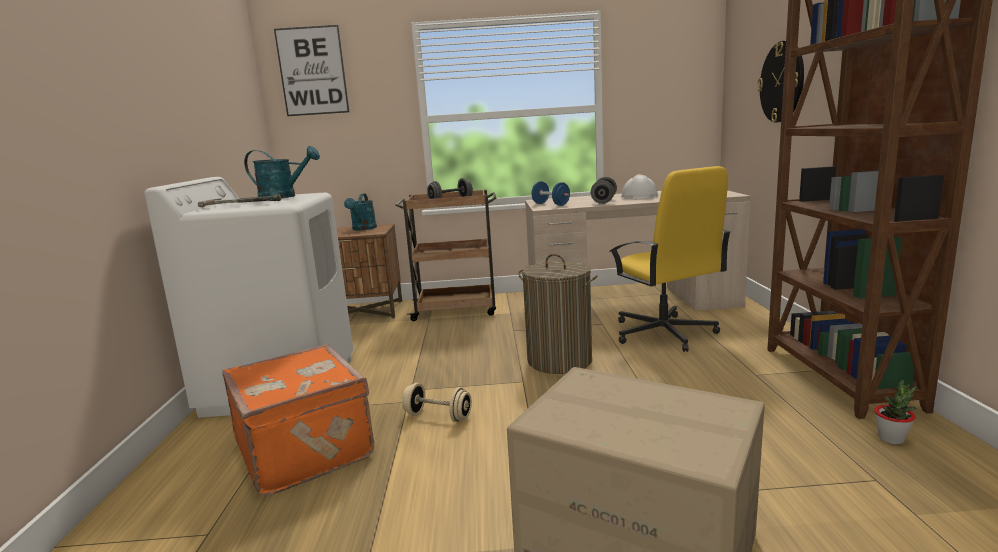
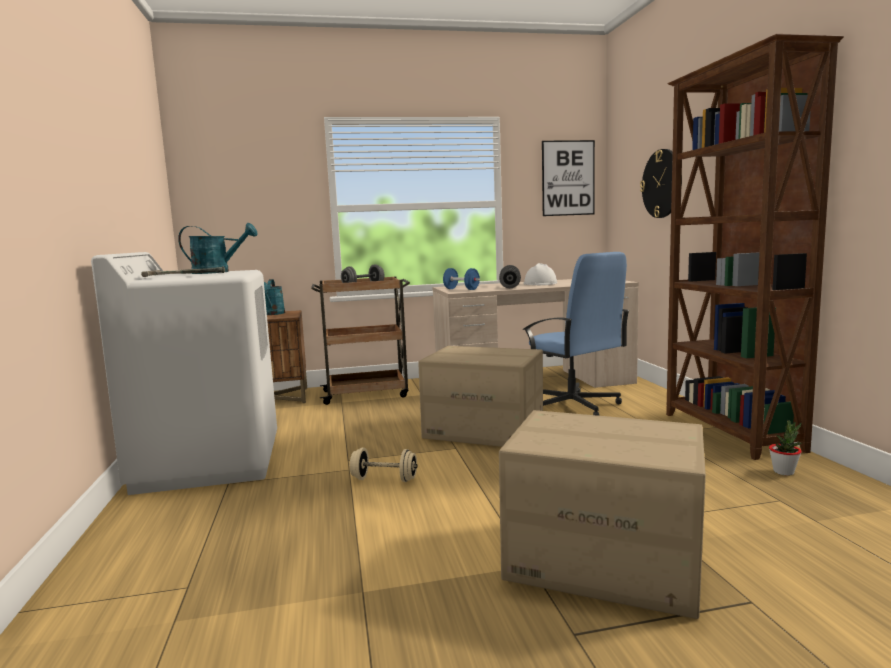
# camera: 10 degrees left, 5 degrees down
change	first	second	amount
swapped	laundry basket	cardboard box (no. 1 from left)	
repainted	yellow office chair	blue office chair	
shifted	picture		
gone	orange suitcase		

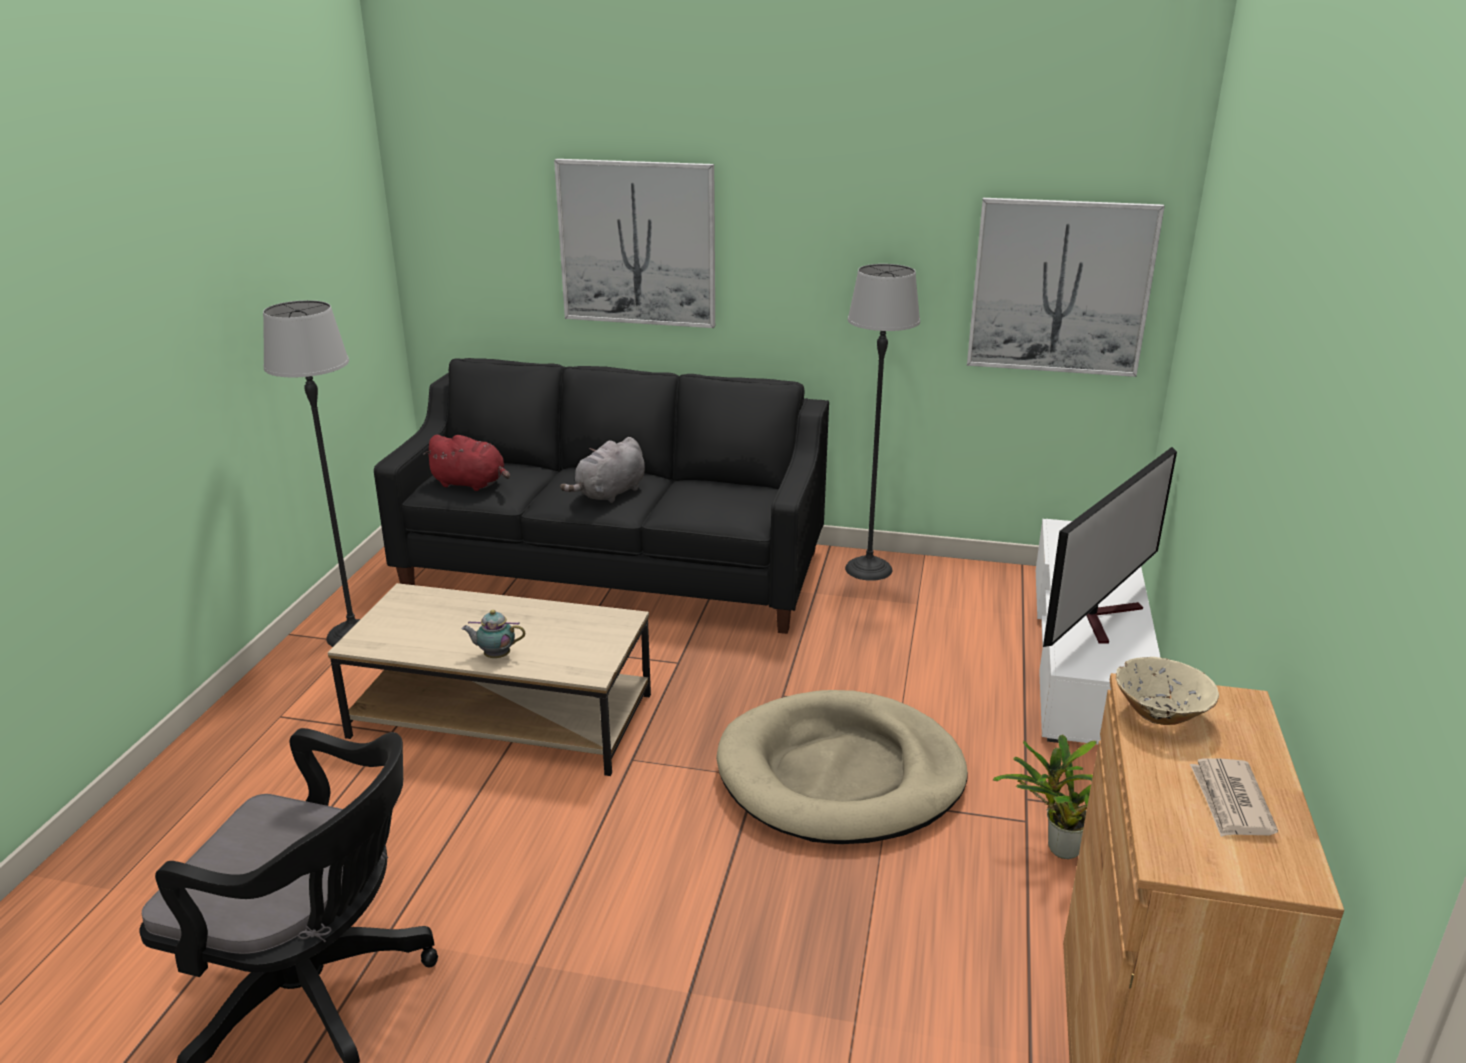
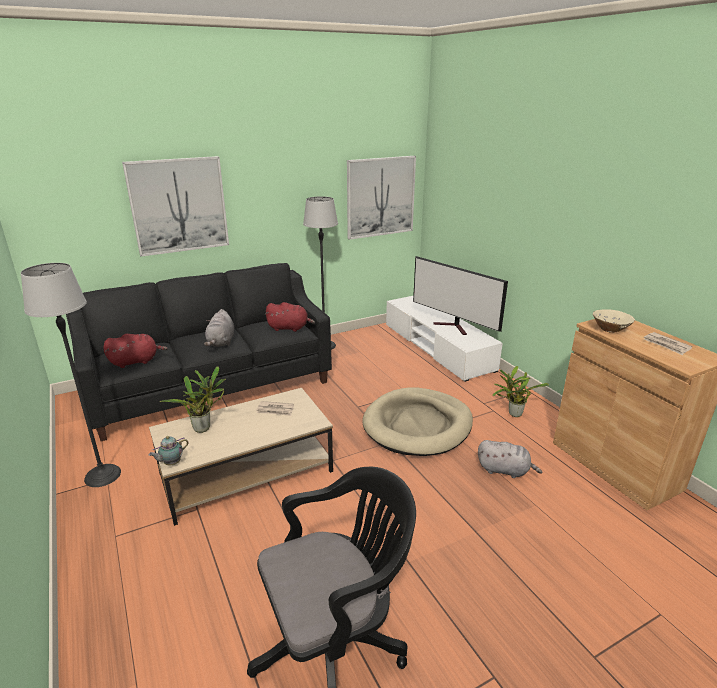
# camera: 40 degrees left, 0 degrees up
change	first	second	amount
shifted	teapot		
new		potted plant (no. 1 from left)	
new		newspaper (no. 1 from left)	
new		red plush toy (no. 2 from left)	
rotated	television		135 degrees clockwise
new		grey plush toy (no. 2 from left)	

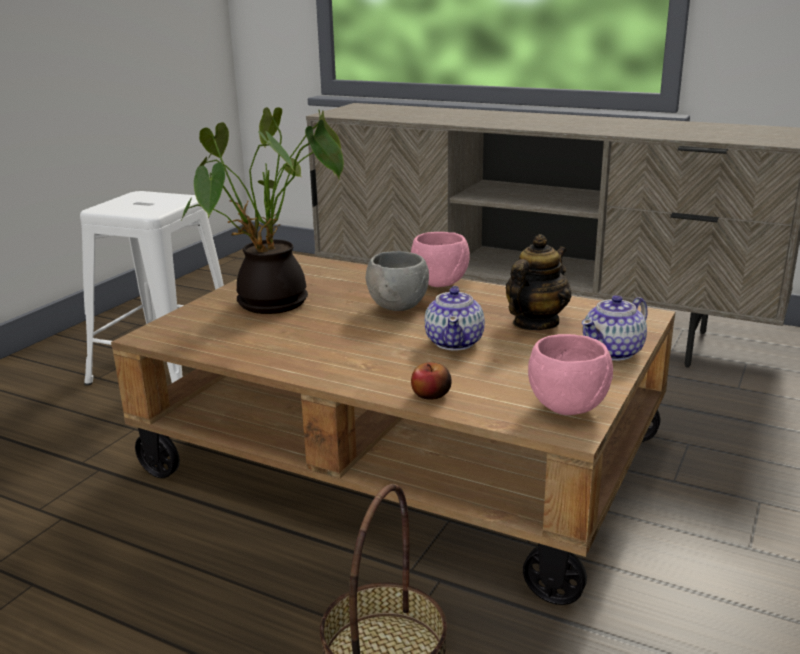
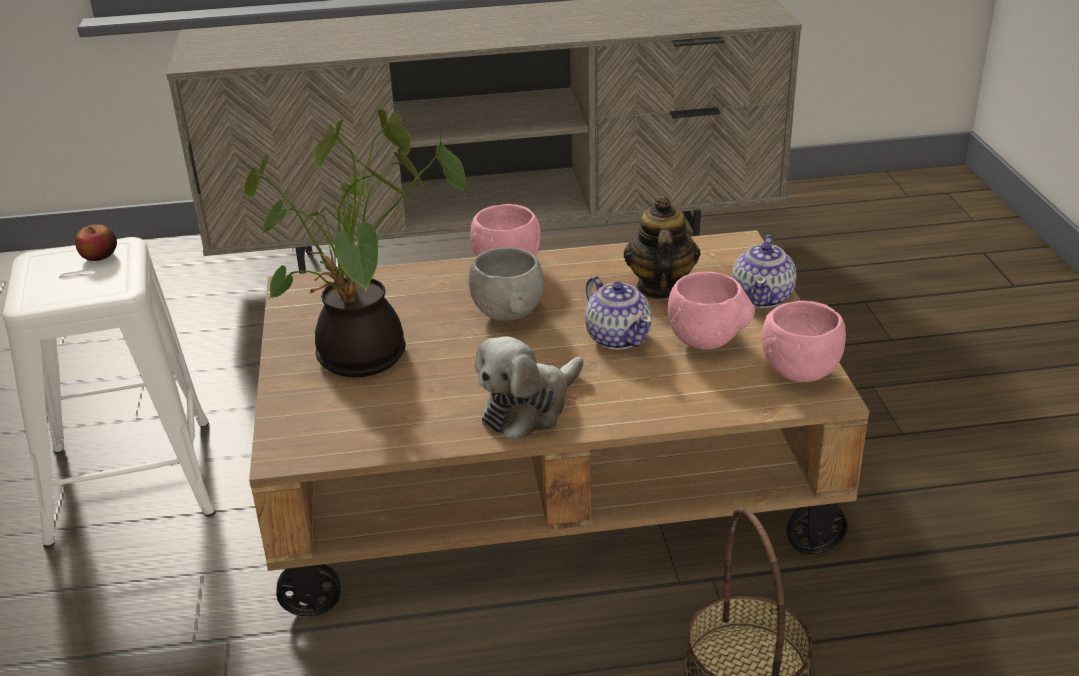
# camera: 35 degrees left, 10 degrees up
change	first	second	amount
shifted	apple		
new		plush toy	
new		pink bowl (no. 2 from left)	

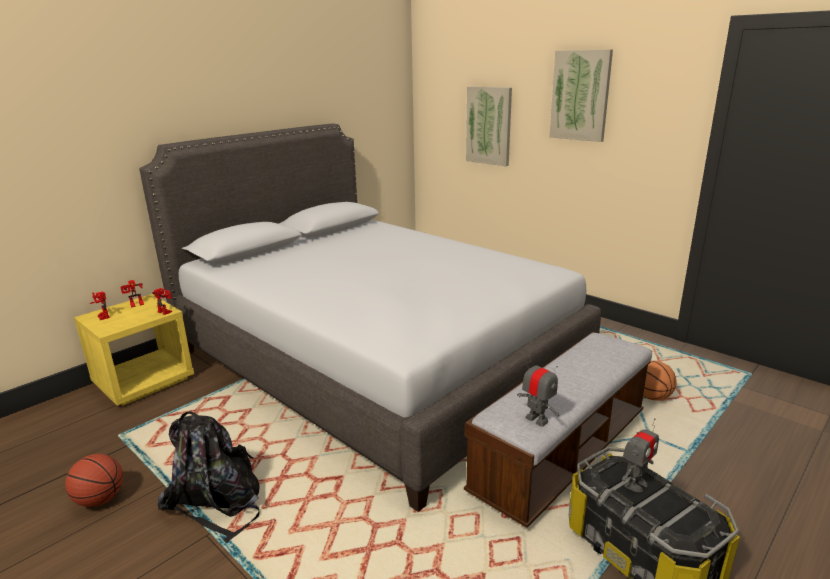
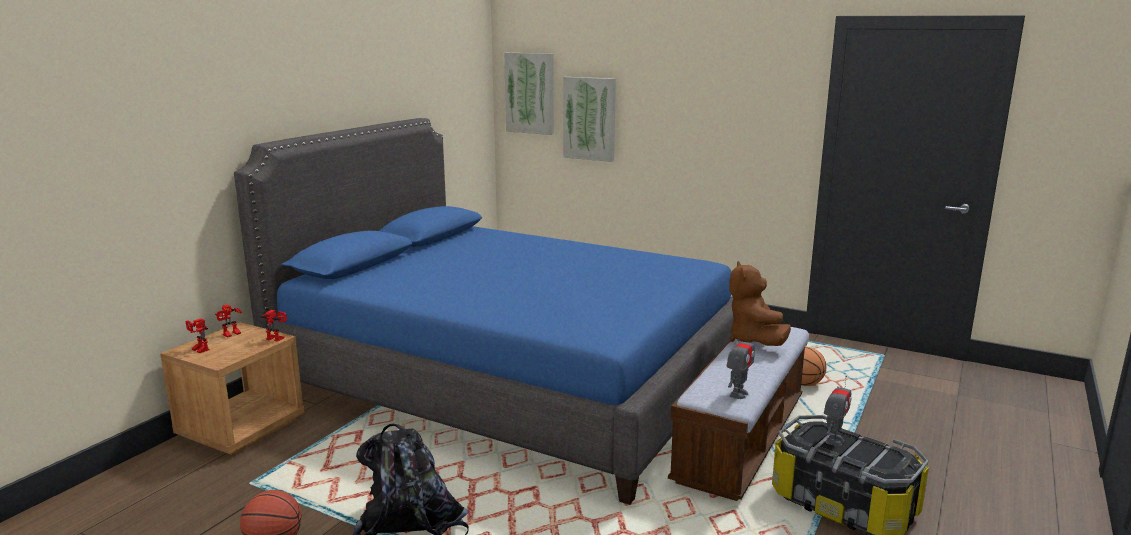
# camera: 15 degrees left, 5 degrees down
change	first	second	amount
repainted	yellow nightstand	brown nightstand	
repainted	grey bed	blue bed	
shifted	picture (no. 2 from left in the first image)	picture (no. 1 from left)	
rotated	toy robot (no. 4 from left)		90 degrees clockwise
new		brown plush toy	

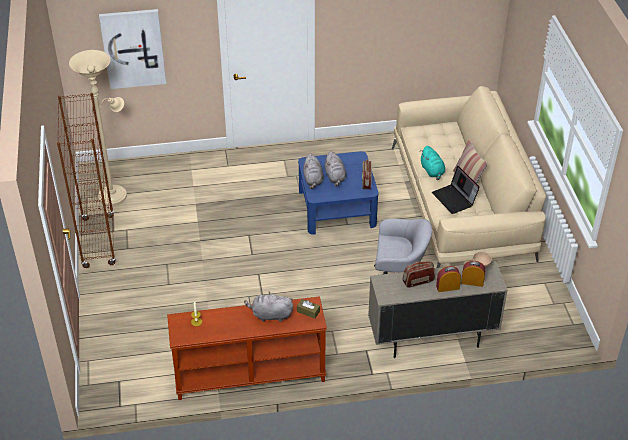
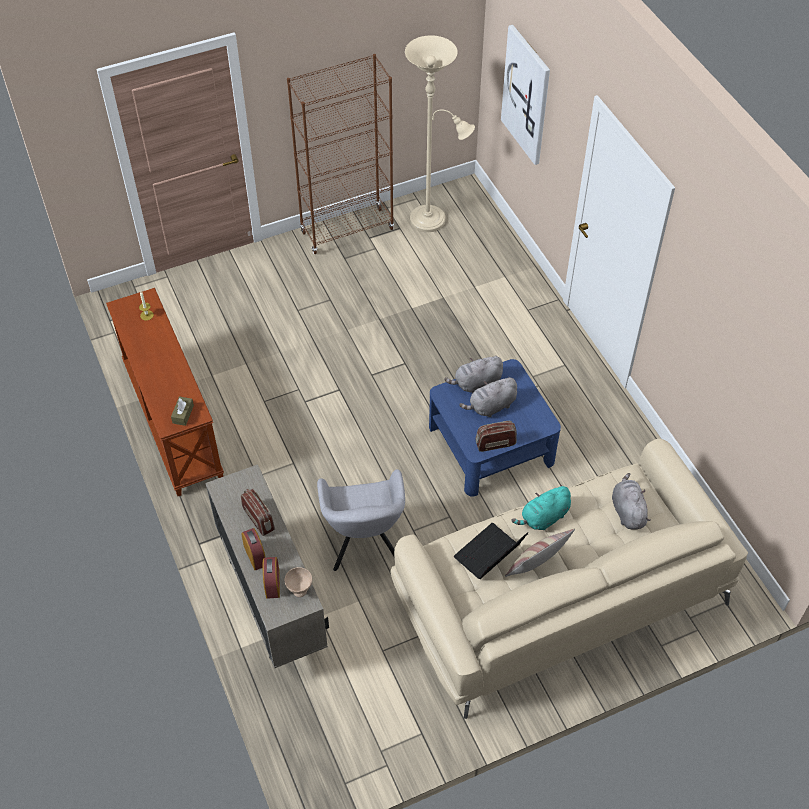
# camera: 75 degrees right, 10 degrees up
change	first	second	amount
shifted	grey plush toy (no. 1 from left in the first image)	grey plush toy (no. 3 from left)	

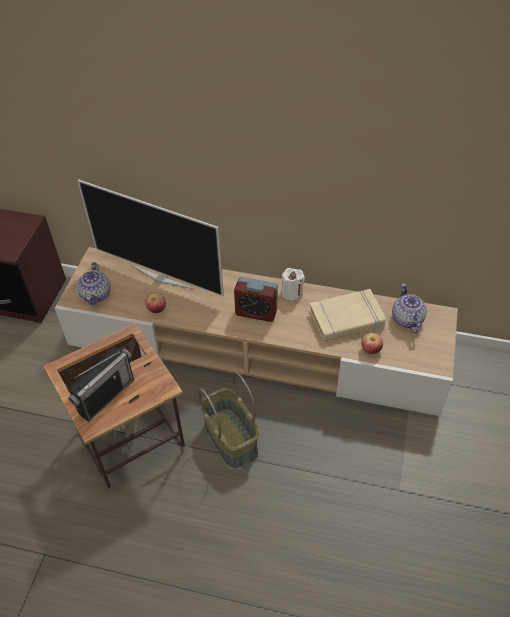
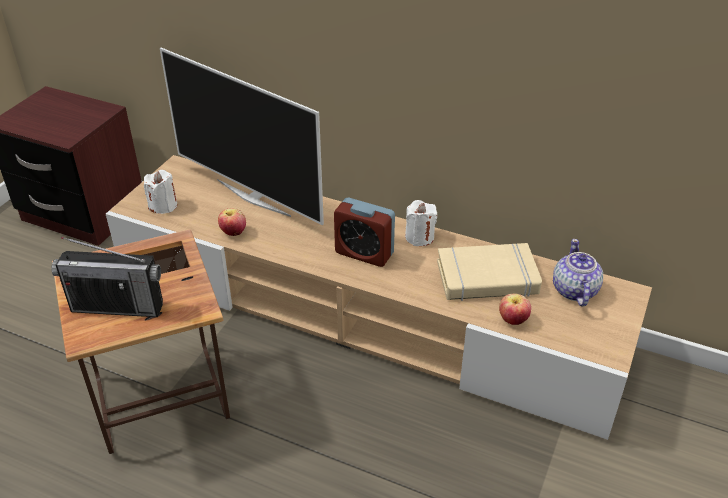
# camera: 10 degrees right, 10 degrees down
change	first	second	amount
rotated	radio		45 degrees clockwise
swapped	teapot (no. 1 from left)	white candle (no. 1 from left)	
gone	basket		

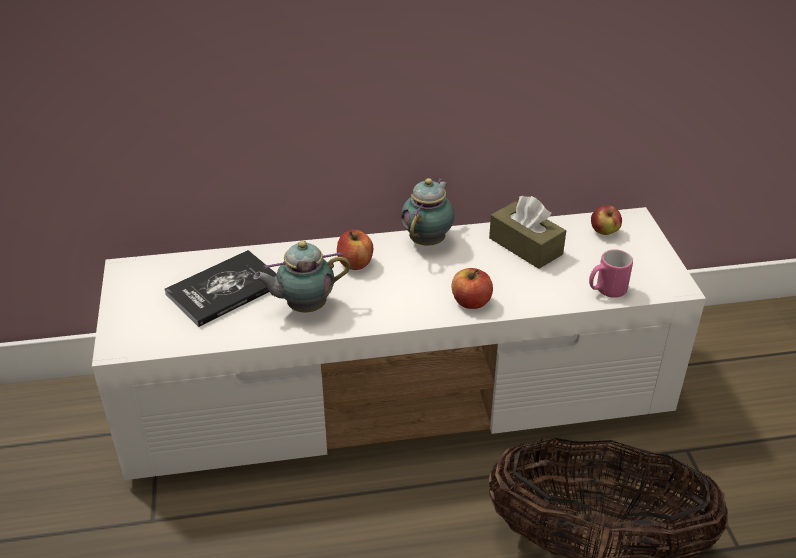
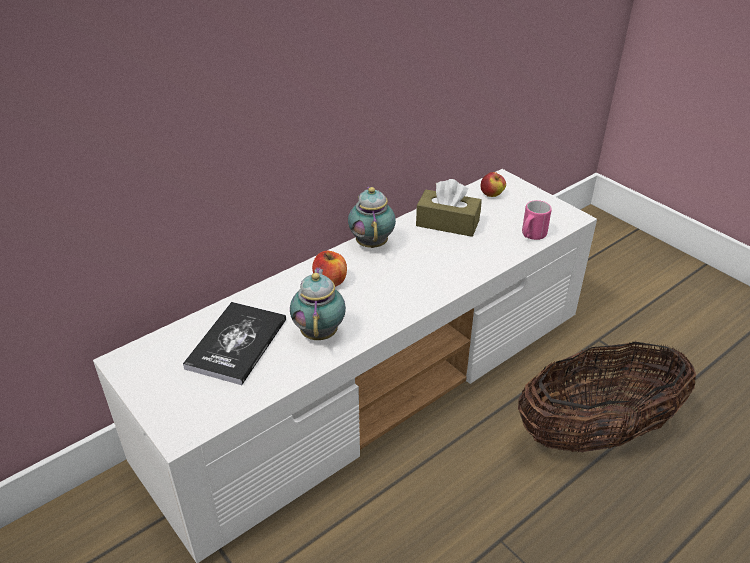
# camera: 30 degrees left, 0 degrees up
change	first	second	amount
rotated	teapot (no. 1 from left)		135 degrees clockwise
gone	apple (no. 2 from left)		

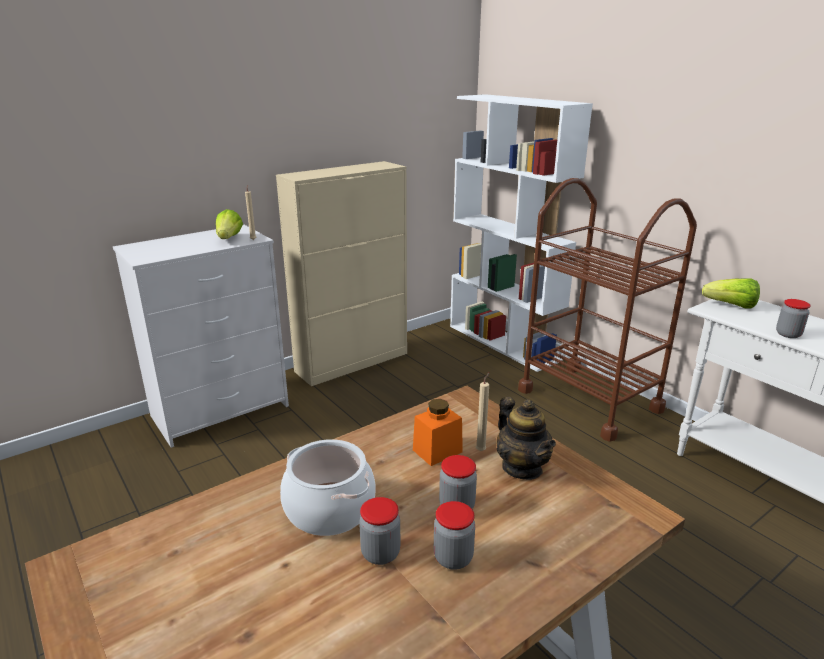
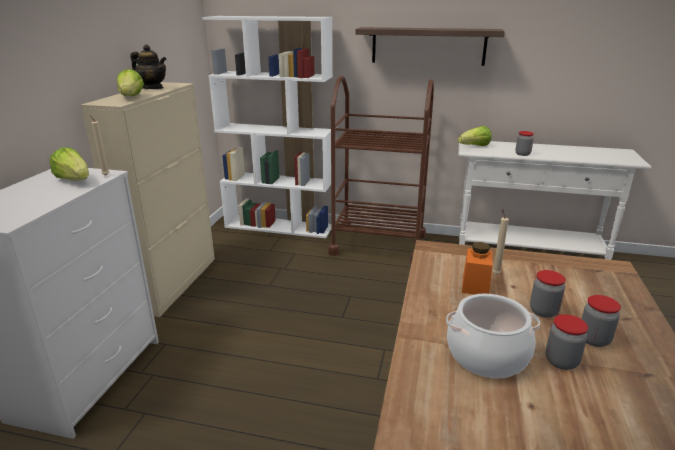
# camera: 40 degrees left, 0 degrees up
change	first	second	amount
new		lettuce (no. 2 from left)	
shifted	teapot		
new		shelf	

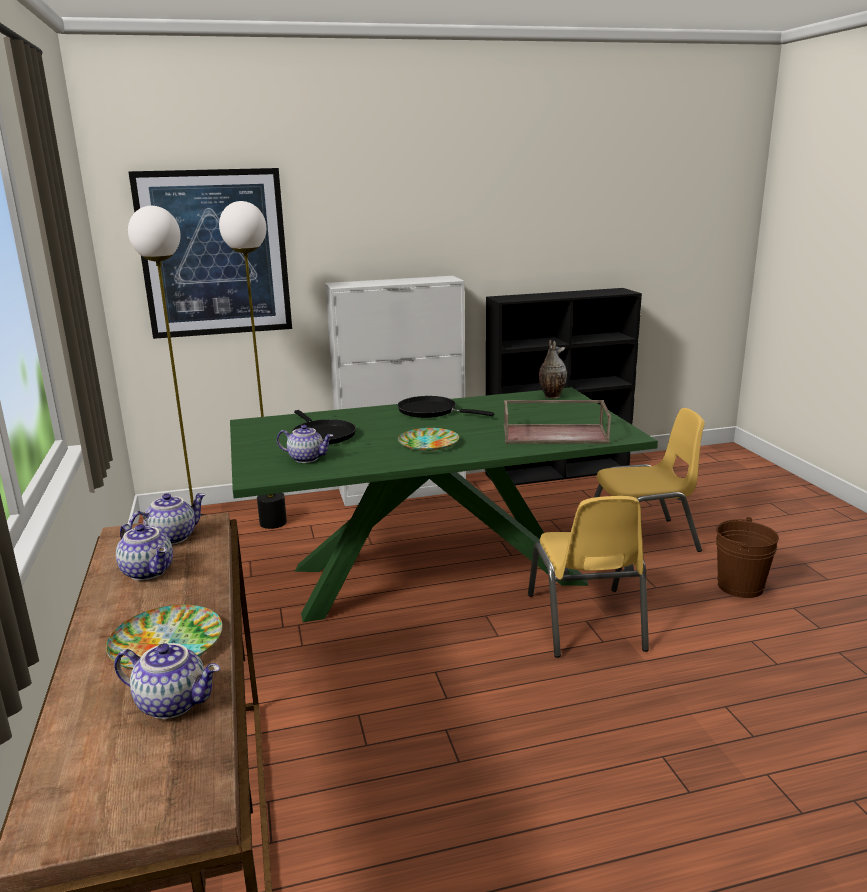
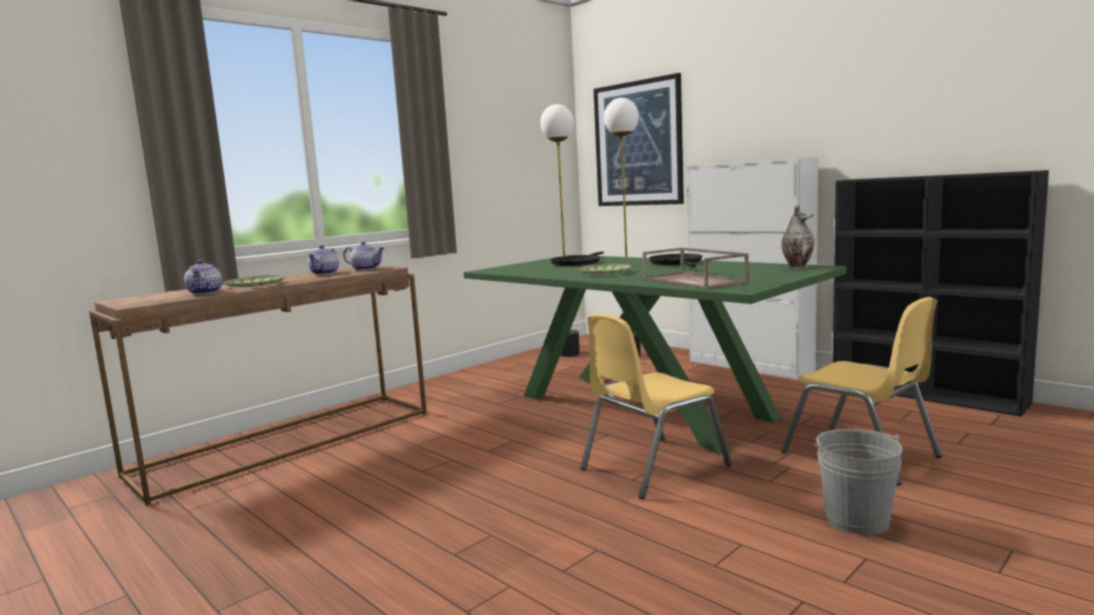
# camera: 60 degrees right, 10 degrees down
change	first	second	amount
repainted	brown bucket	grey bucket	
gone	teapot (no. 4 from left)		

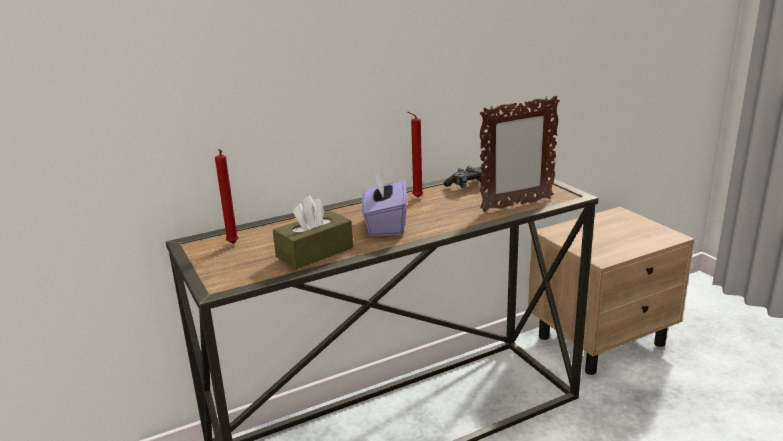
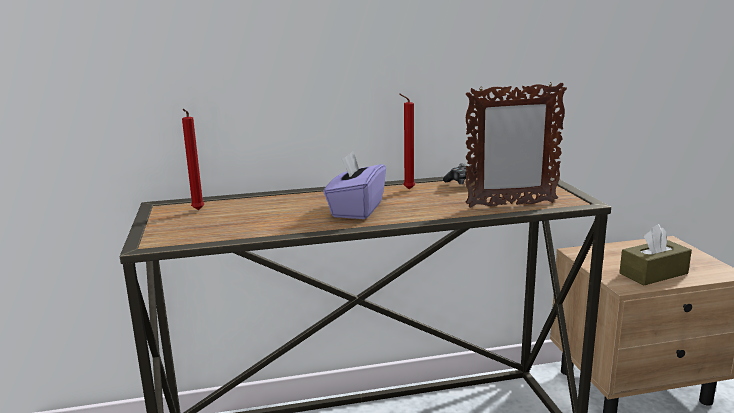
# camera: 15 degrees right, 5 degrees down
change	first	second	amount
shifted	brown tissue box		

